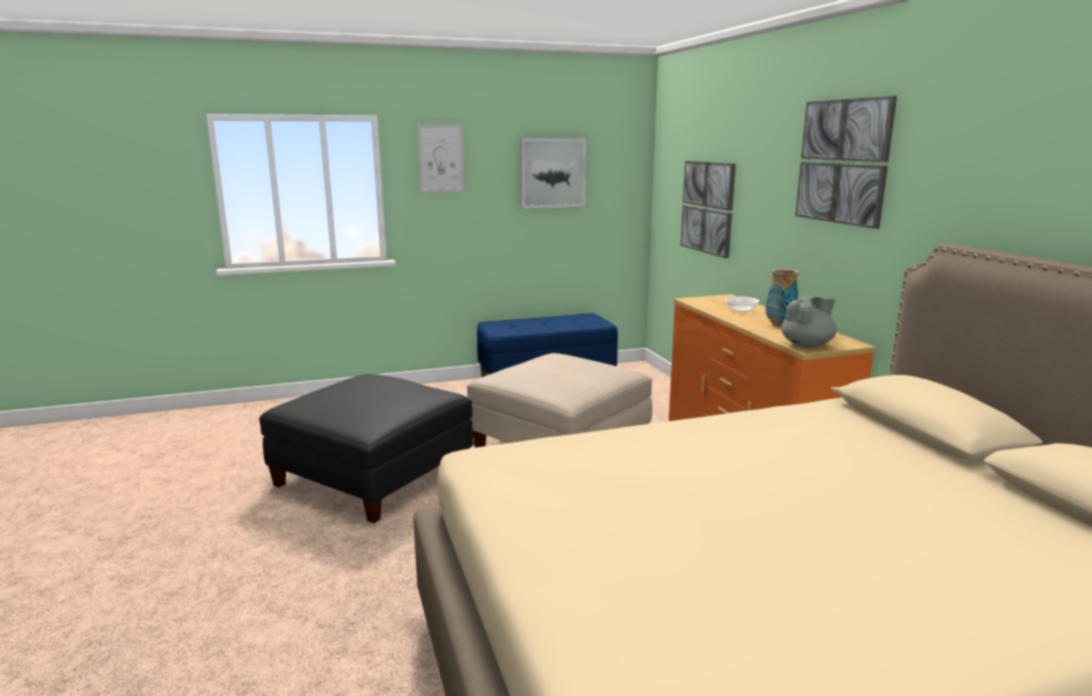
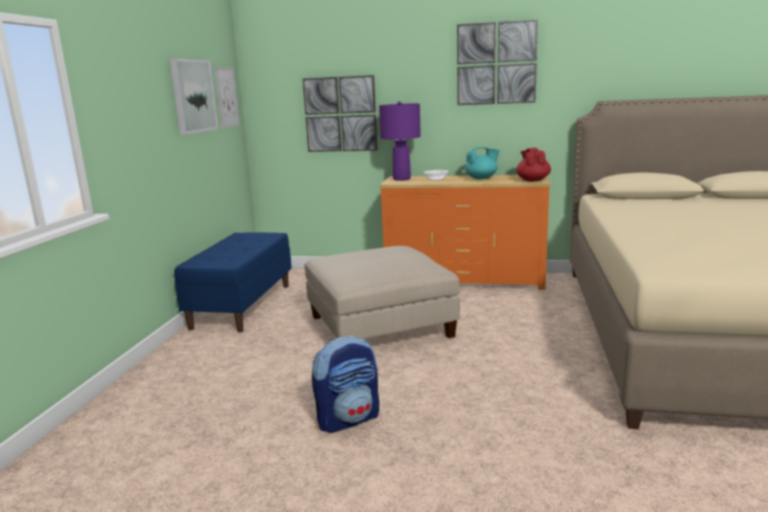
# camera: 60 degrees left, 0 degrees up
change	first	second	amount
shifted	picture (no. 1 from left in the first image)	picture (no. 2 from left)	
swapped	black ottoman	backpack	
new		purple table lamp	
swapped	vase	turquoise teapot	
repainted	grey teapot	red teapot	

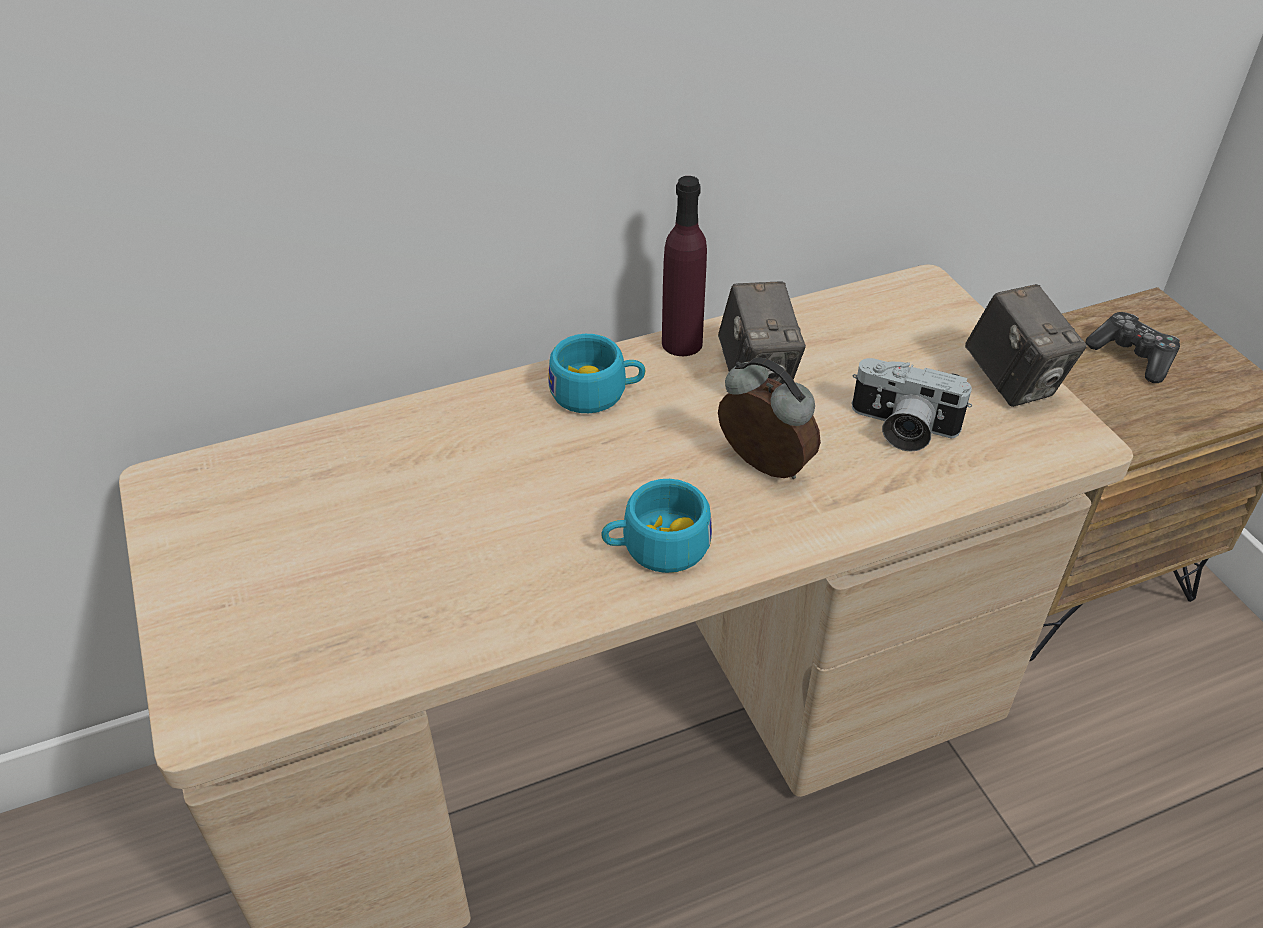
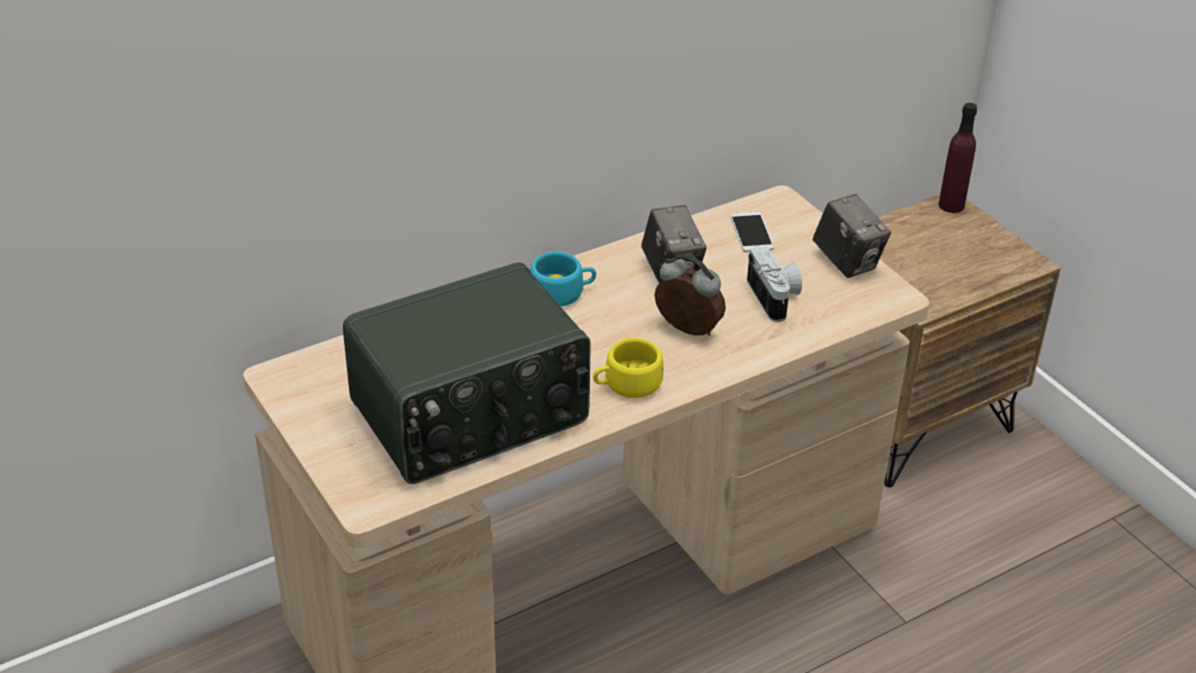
# camera: 10 degrees left, 5 degrees down
change	first	second	amount
new		radio	
repainted	turquoise cup (no. 2 from left)	yellow cup	
new		phone	
rotated	photo camera (no. 2 from left)		120 degrees counterclockwise
shifted	purple bottle		
gone	game controller		

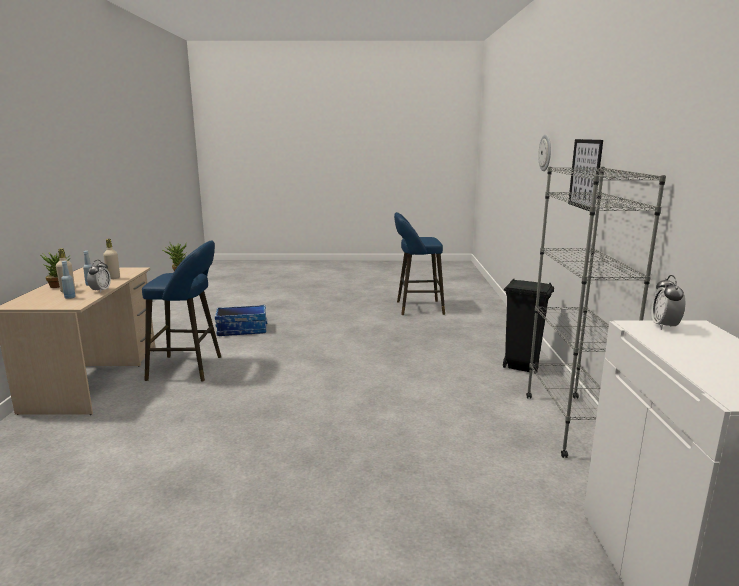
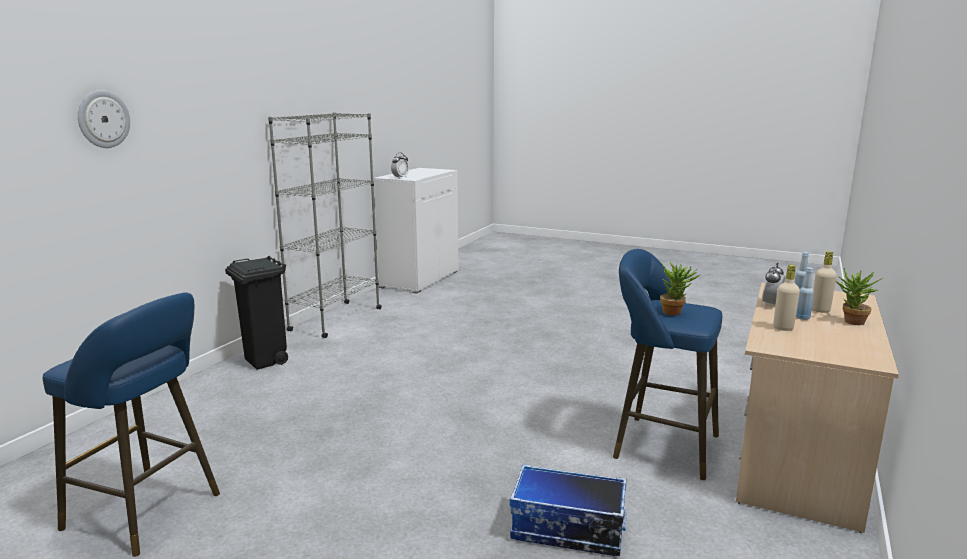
# camera: 155 degrees left, 0 degrees up
change	first	second	amount
gone	picture		

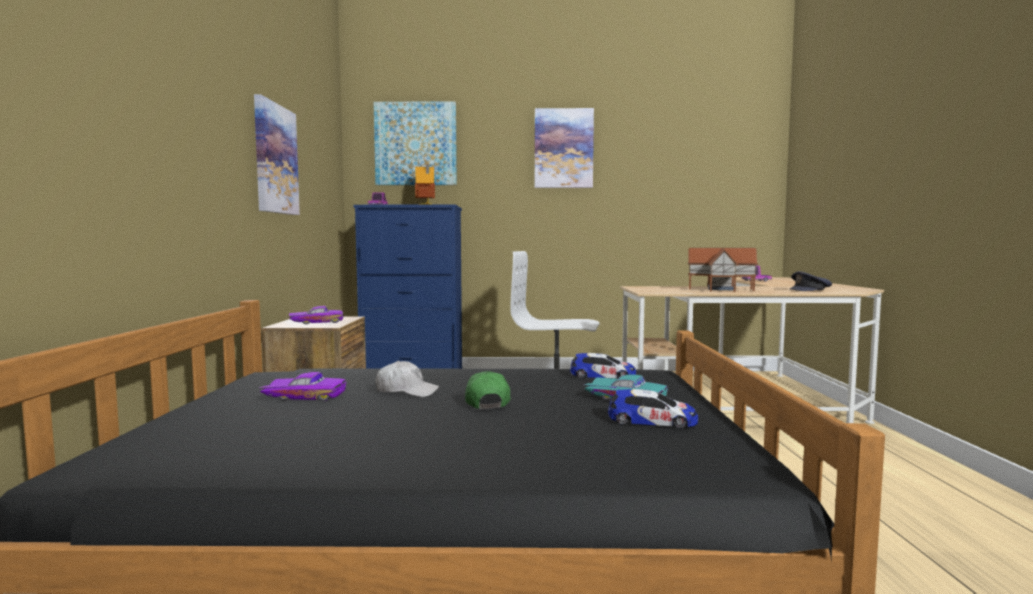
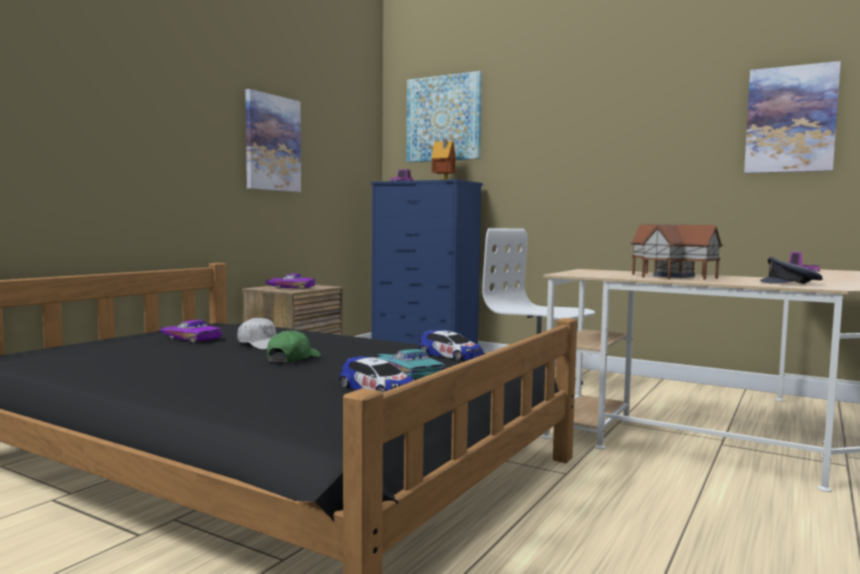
# camera: 30 degrees right, 0 degrees up
change	first	second	amount
shifted	picture (no. 3 from left)		

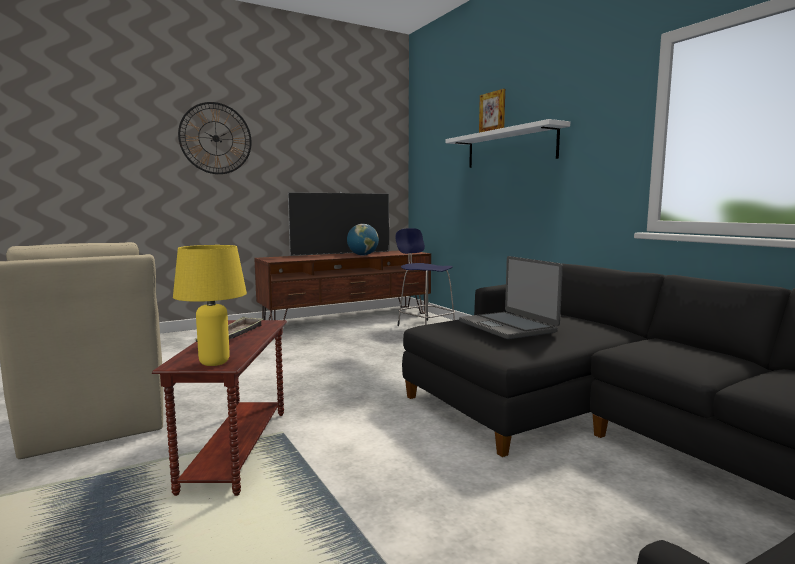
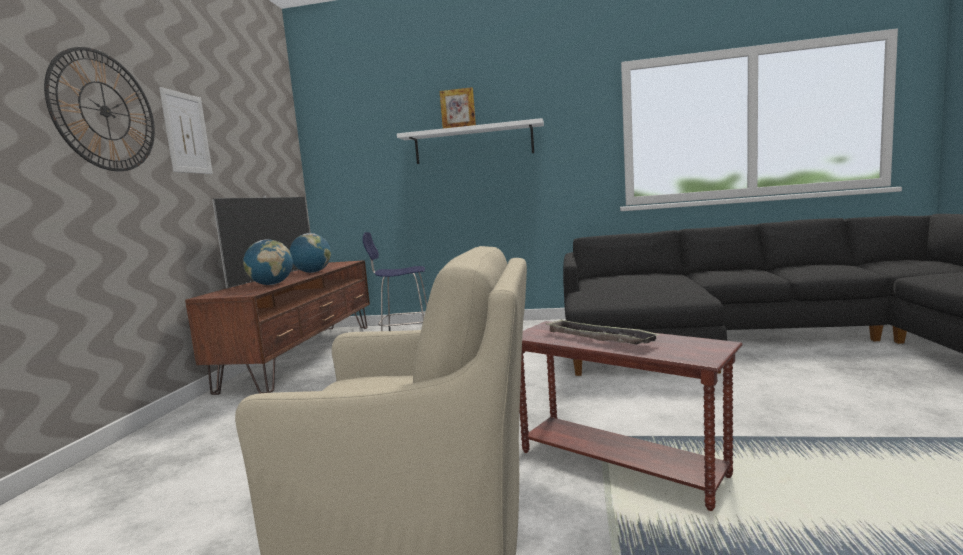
# camera: 50 degrees left, 0 degrees up
change	first	second	amount
new		picture	
new		globe (no. 1 from left)	
gone	yellow table lamp		
gone	laptop		

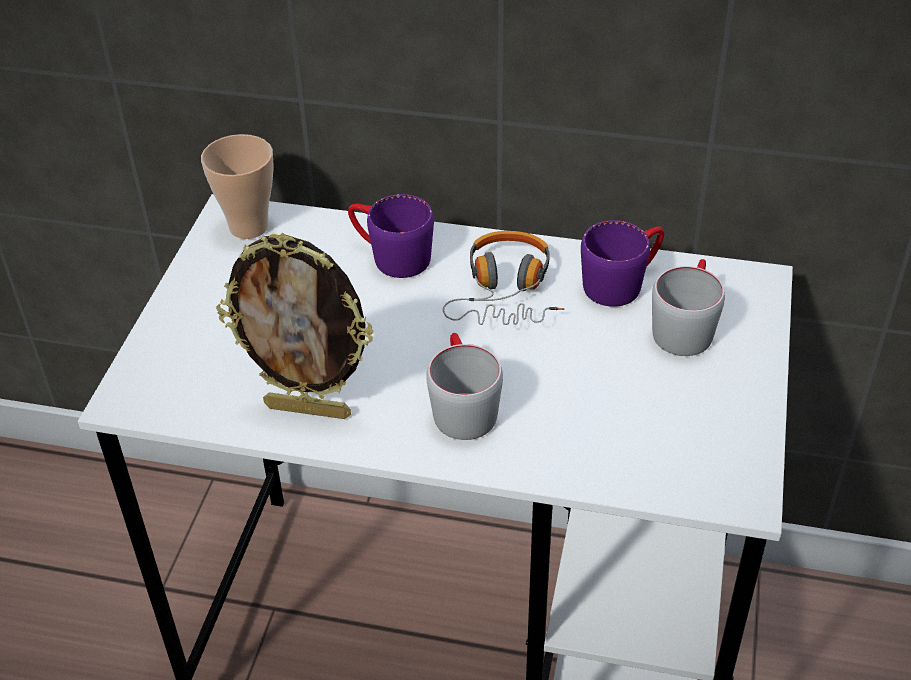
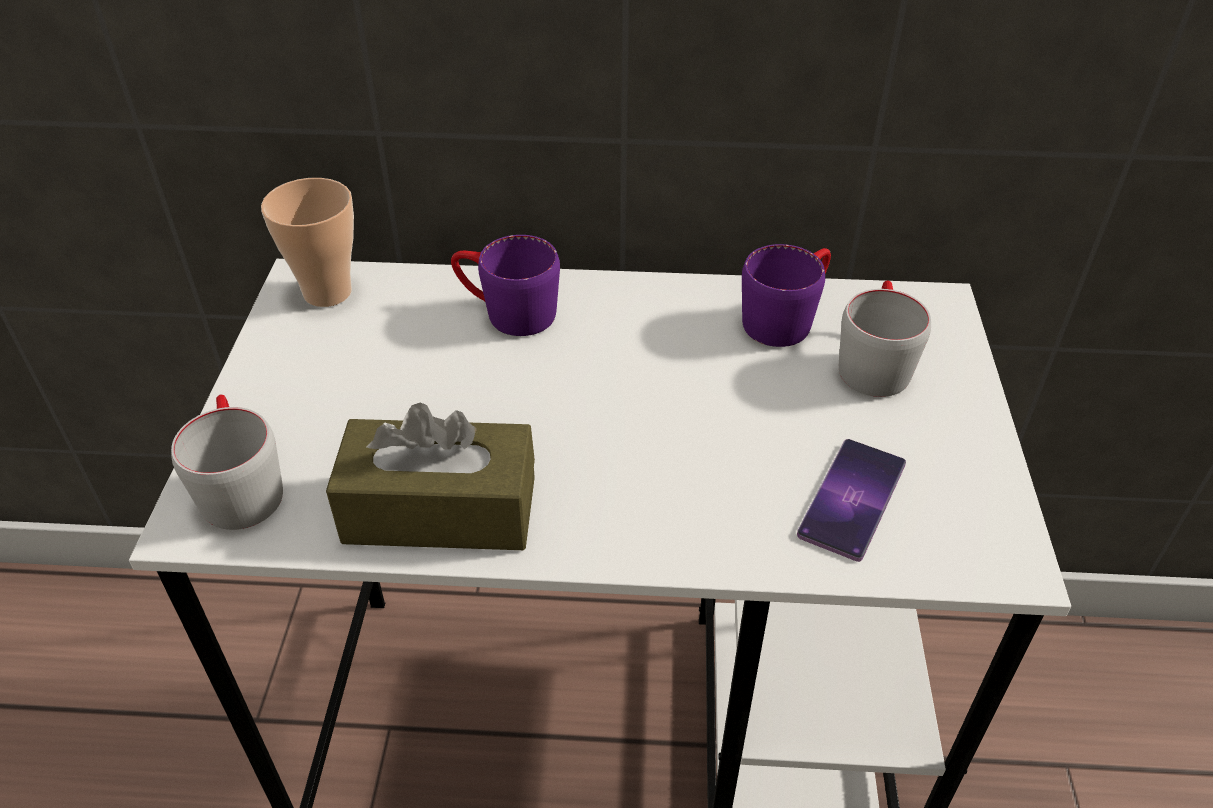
# camera: 10 degrees left, 0 degrees up
change	first	second	amount
shifted	grey mug (no. 1 from left)		
swapped	picture frame	brown tissue box	
new		phone	
gone	headphones		

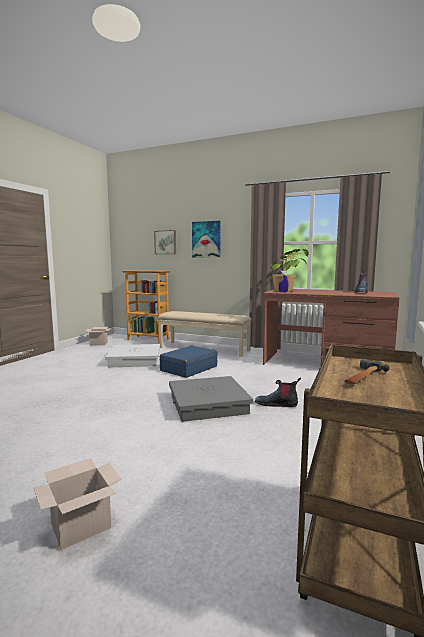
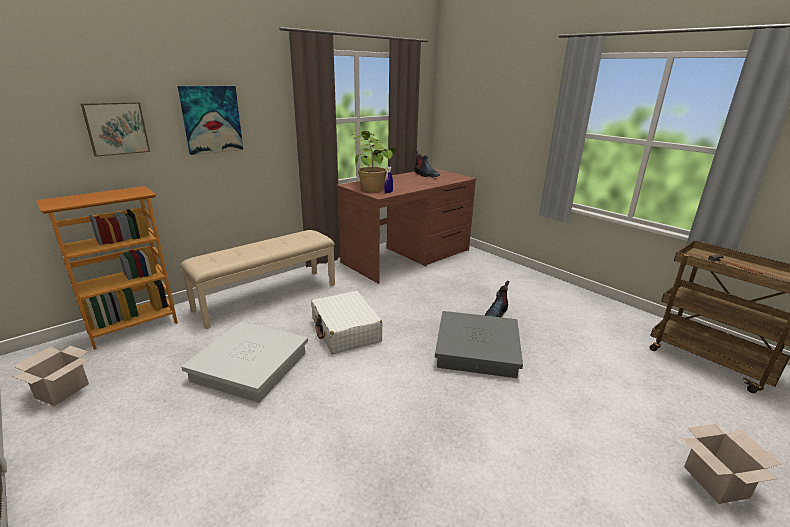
# camera: 65 degrees left, 15 degrees up
change	first	second	amount
repainted	blue suitcase	white suitcase	

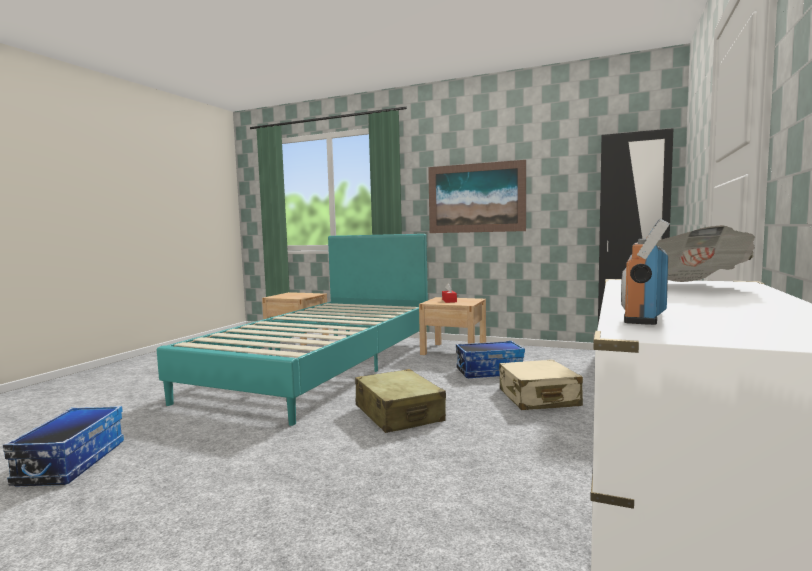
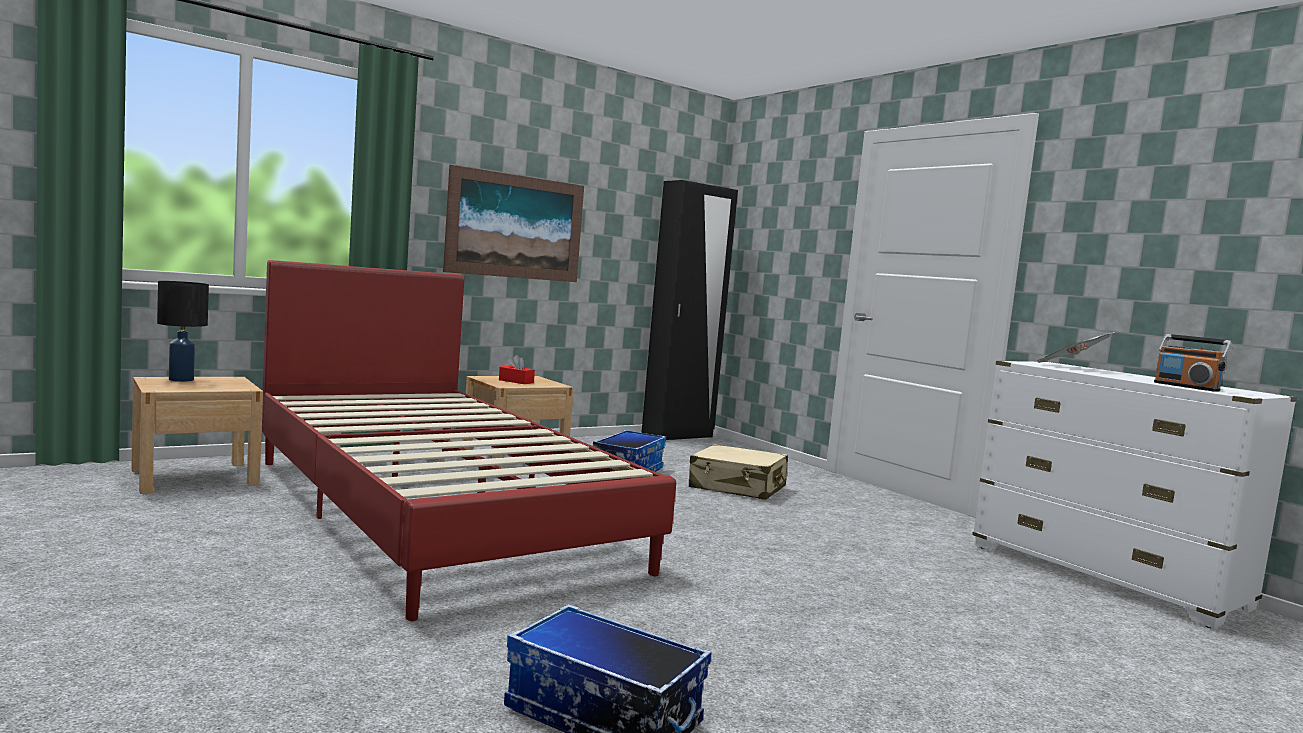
# camera: 60 degrees left, 0 degrees up
change	first	second	amount
new		black table lamp	
repainted	turquoise bed	red bed	
gone	beige suitcase (no. 1 from left)		

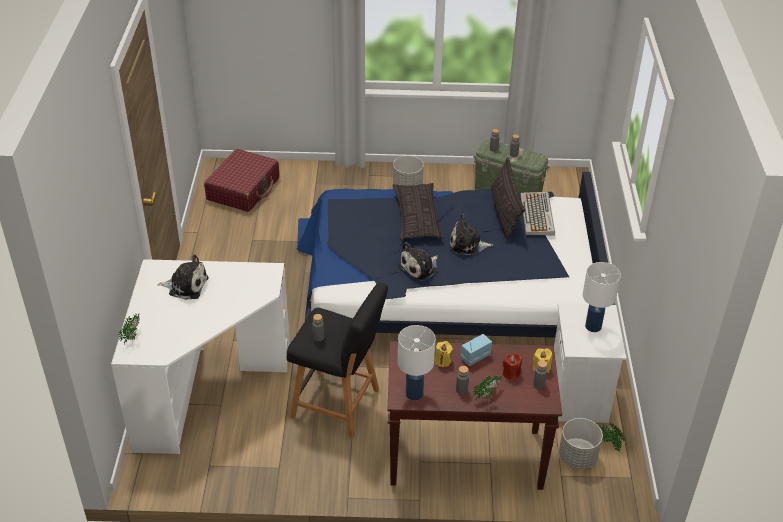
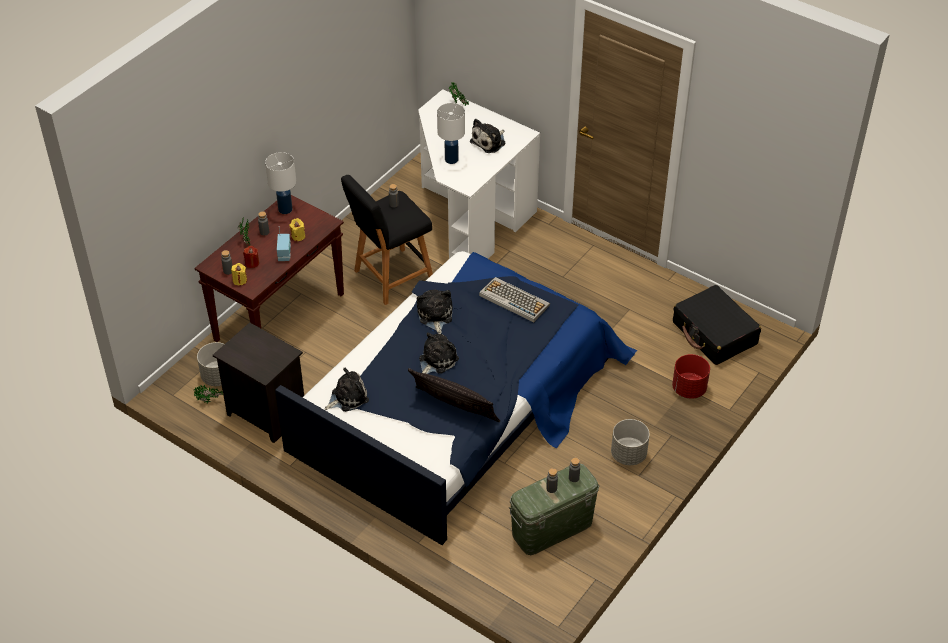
# camera: 125 degrees right, 5 degrees up
change	first	second	amount
repainted	white nightstand	black nightstand	
new		plush toy (no. 1 from left)	
shifted	white table lamp (no. 2 from left)		
shifted	keyboard		
new		red planter	
repainted	red suitcase	black suitcase	
gone	pillow (no. 1 from left)		

